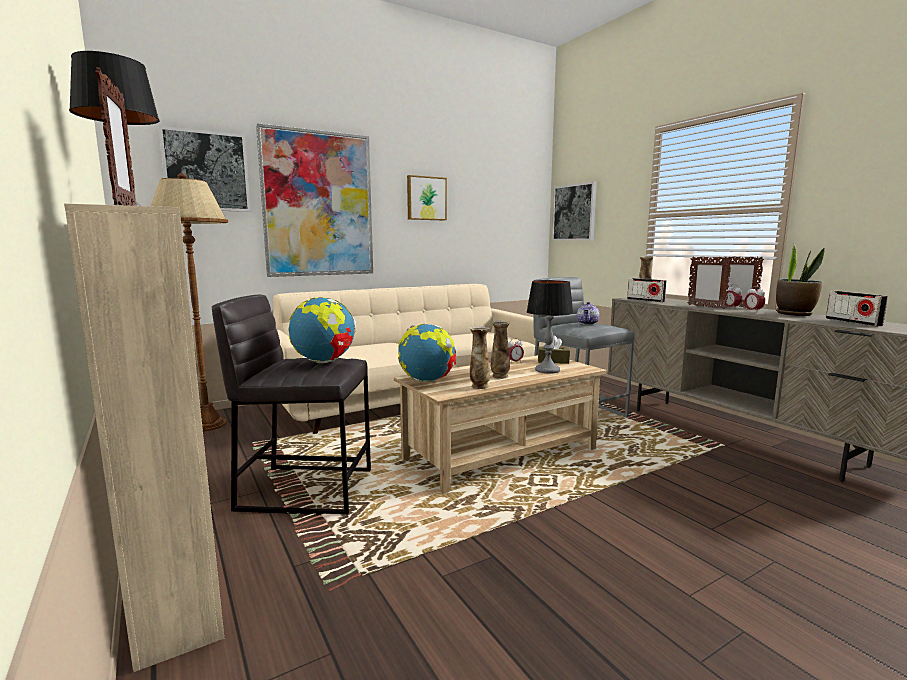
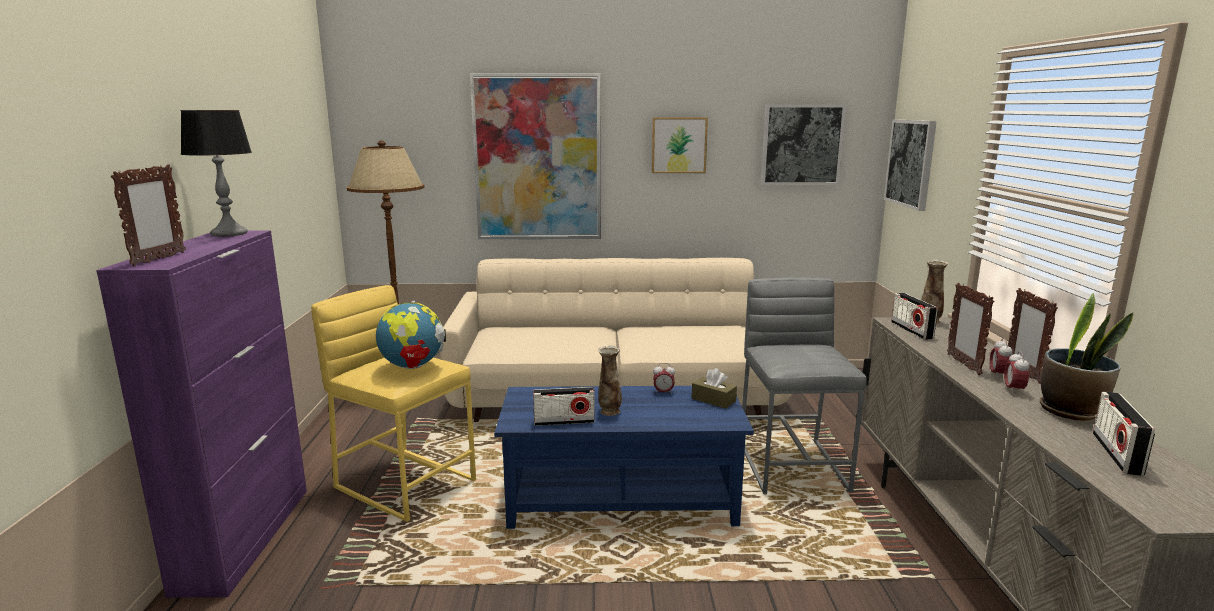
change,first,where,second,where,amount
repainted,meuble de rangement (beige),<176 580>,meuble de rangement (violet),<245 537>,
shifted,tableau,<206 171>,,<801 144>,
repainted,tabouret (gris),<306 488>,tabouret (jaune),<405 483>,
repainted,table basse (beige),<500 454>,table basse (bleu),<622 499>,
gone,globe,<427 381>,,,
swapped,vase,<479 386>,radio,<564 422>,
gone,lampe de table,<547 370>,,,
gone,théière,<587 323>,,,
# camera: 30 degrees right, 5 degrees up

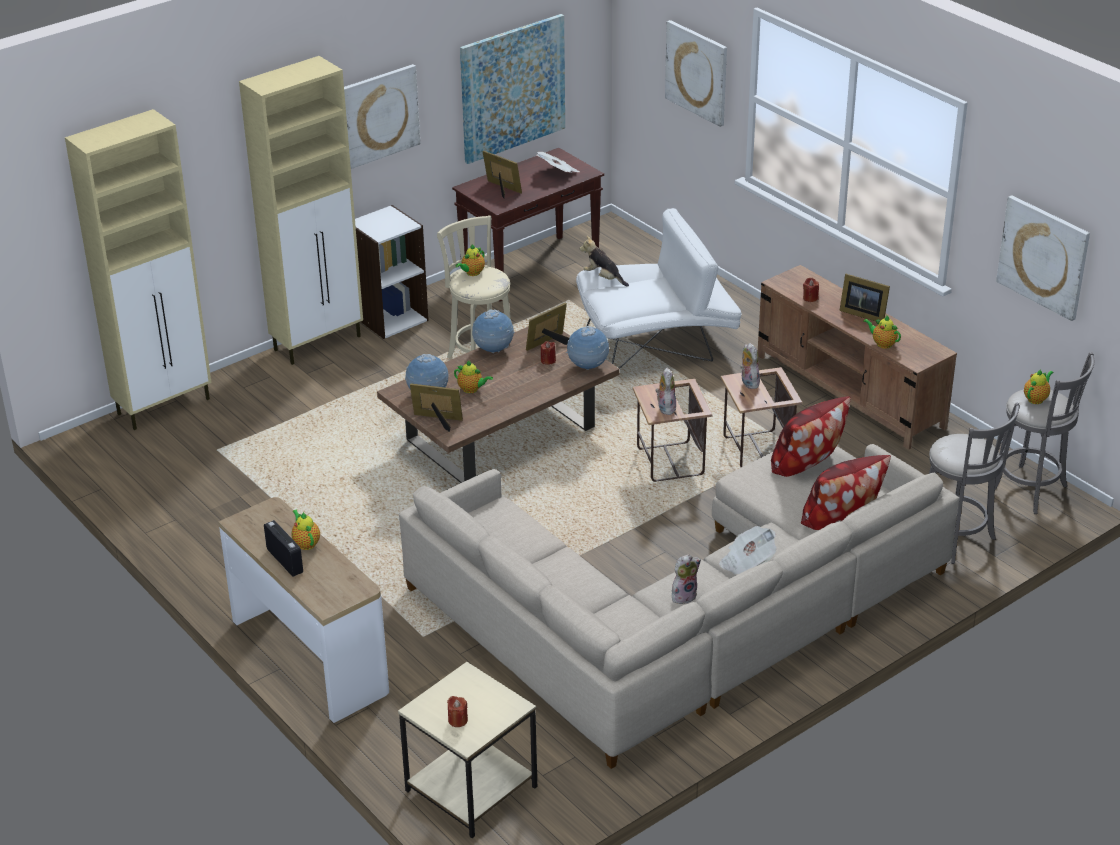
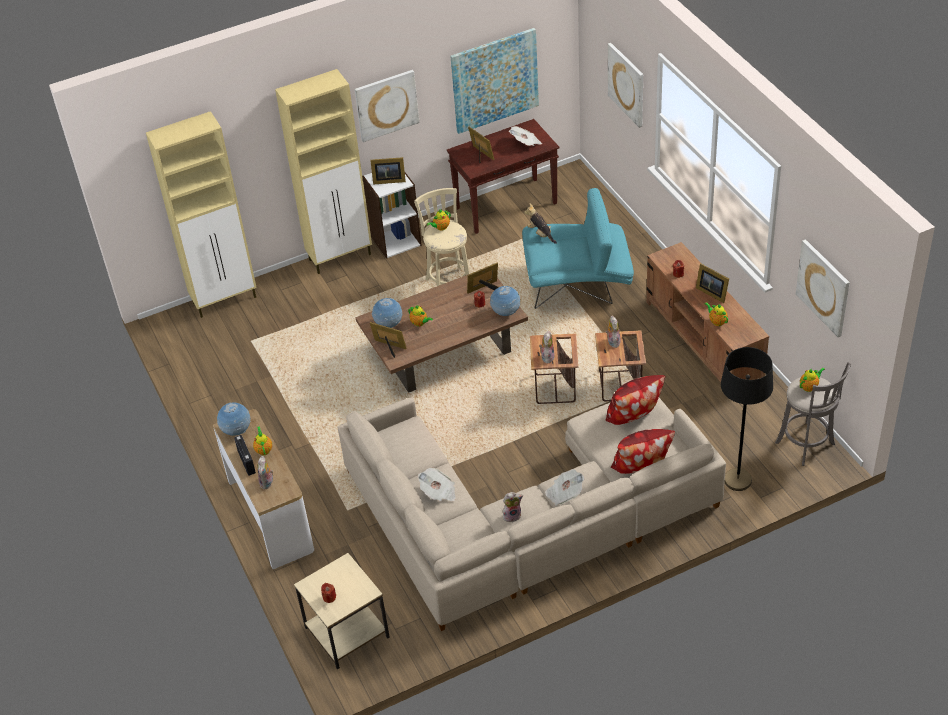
change,first,where,second,where,amount
shifted,globe,<493 350>,,<236 431>,
repainted,fauteuil (blanc),<657 344>,fauteuil (turquoise),<577 283>,
swapped,tabouret (gris),<957 540>,lampadaire (noir),<737 480>,
new,,,peluche,<267 483>,
new,,,cadre photo,<388 180>,
new,,,journal,<438 492>,
# camera: 15 degrees right, 10 degrees up

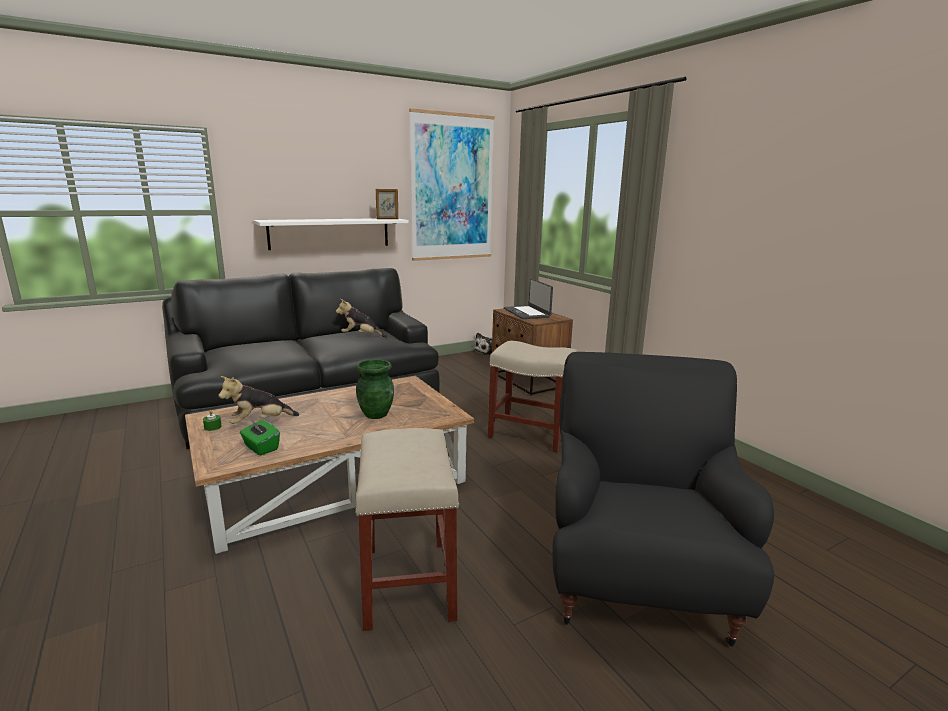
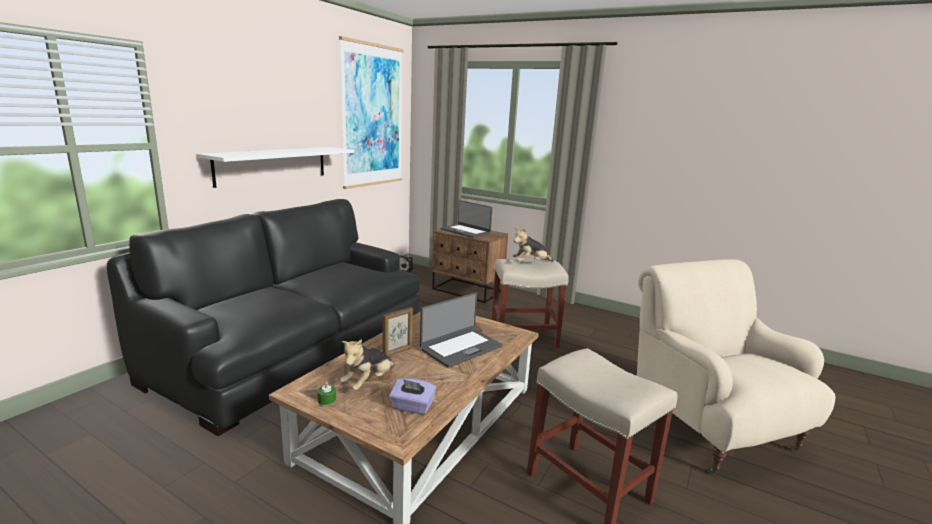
change,first,where,second,where,amount
repainted,boîte à mouchoirs (vert),<261 448>,boîte à mouchoirs (violet),<412 407>,
shifted,peluche,<361 336>,,<530 263>,
swapped,vase (vert),<376 414>,ordinateur portable,<460 347>,
shifted,cadre photo,<387 219>,,<398 352>,
repainted,fauteuil (noir),<636 580>,fauteuil (beige),<710 427>,
# camera: 30 degrees left, 0 degrees up

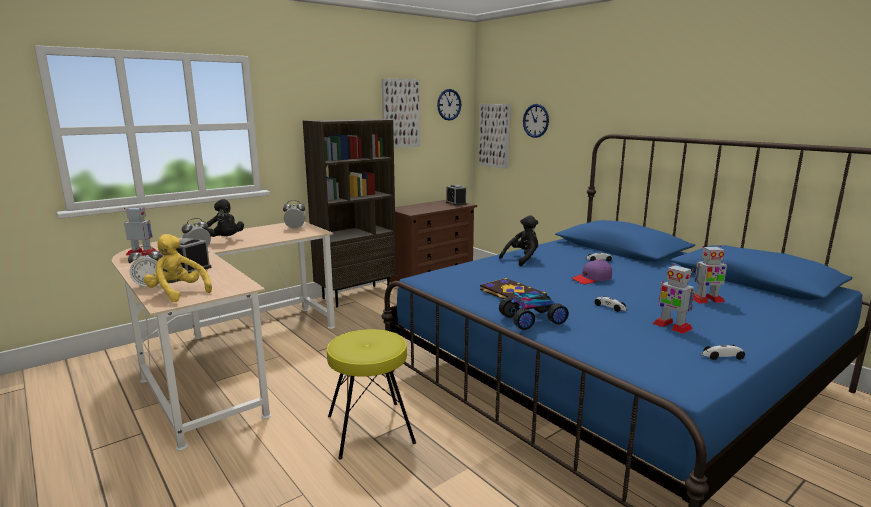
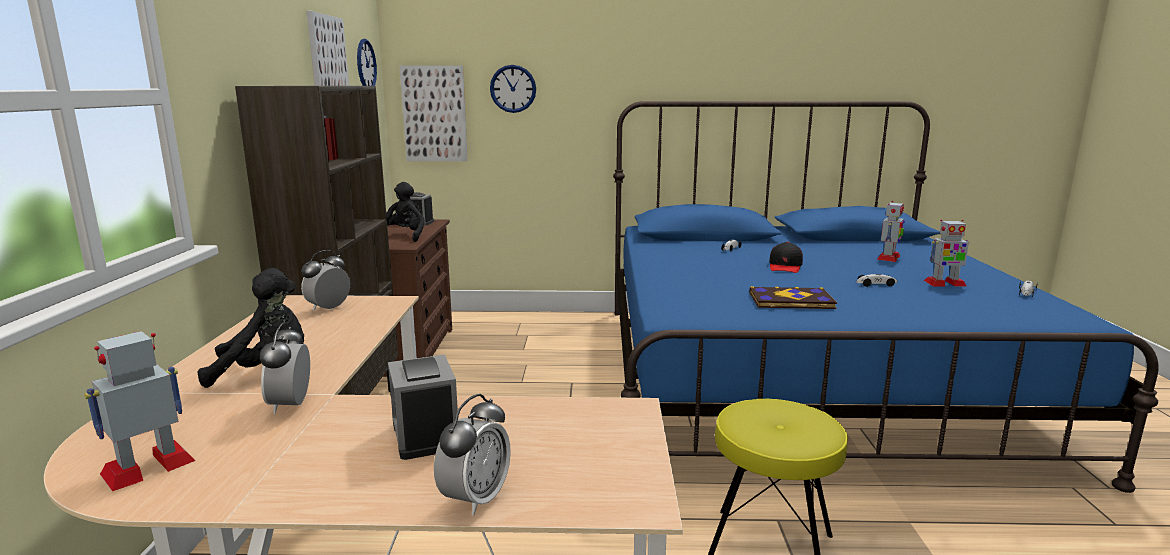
change,first,where,second,where,amount
gone,peluche (jaune),<178 293>,,,
shifted,peluche (noir),<522 259>,,<403 236>,
gone,petite voiture,<533 320>,,,
repainted,casquette (violet),<592 279>,casquette (noir),<785 266>,
# camera: 50 degrees left, 0 degrees up

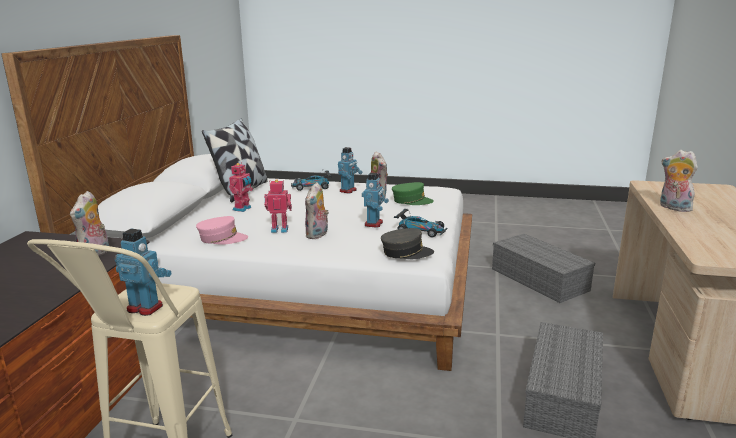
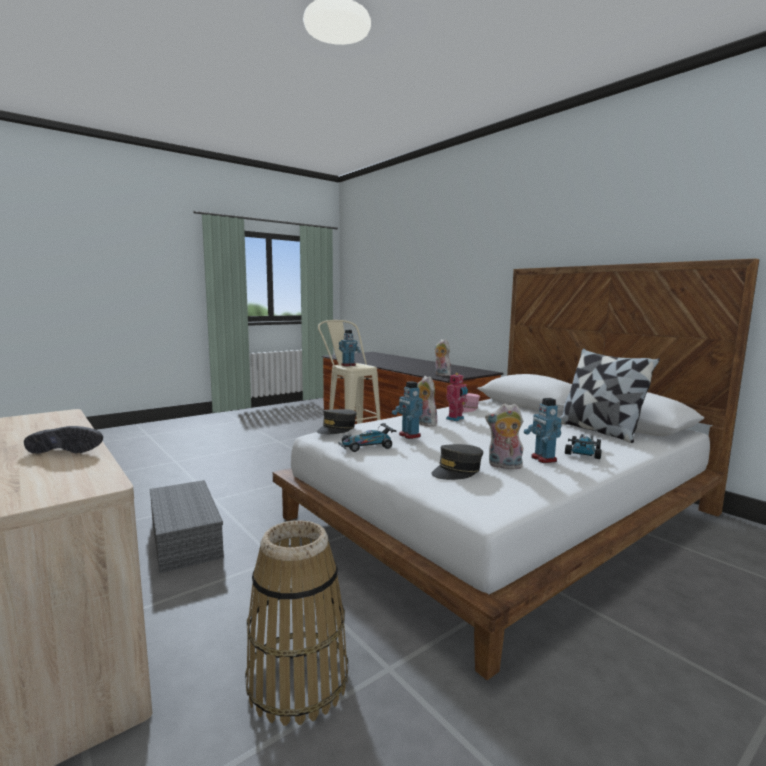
change,first,where,second,where,amount
gone,robot jouet,<243 209>,,,
repainted,casquette (vert),<411 201>,casquette (gris),<457 471>,
swapped,boîte de rangement (gris),<541 279>,panier,<297 682>,
swapped,peluche,<673 208>,chaussure (noir),<69 450>,
# camera: 130 degrees right, 10 degrees down

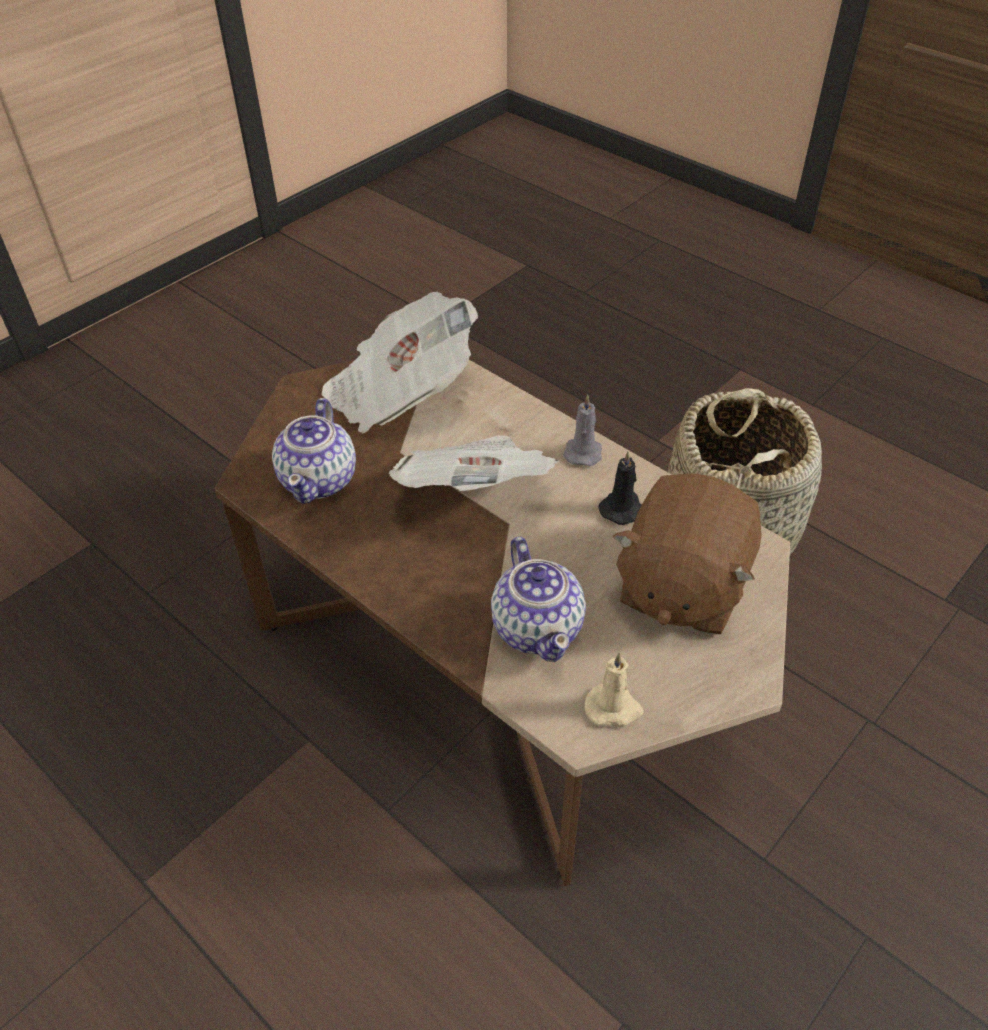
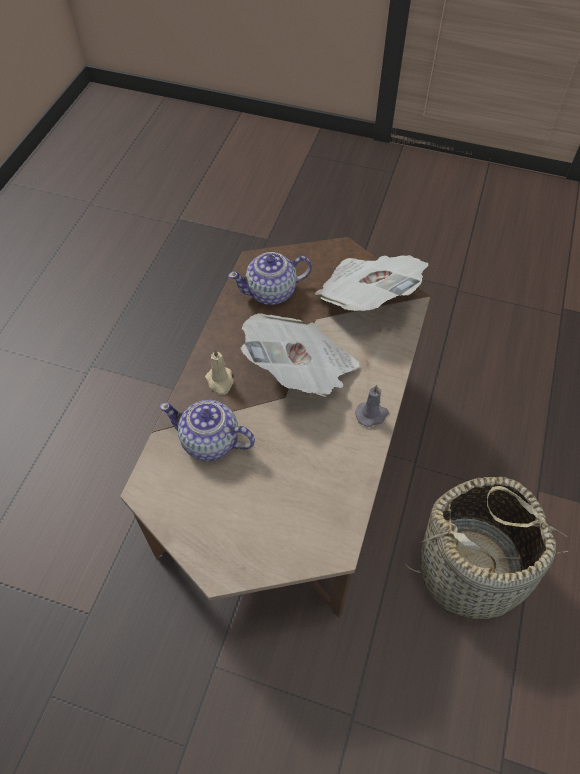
change,first,where,second,where,amount
rotated,théière,<538 627>,,<210 442>,60 degrees clockwise
shifted,bougie (beige),<614 708>,,<220 381>,
gone,bougie (noir),<622 508>,,,
gone,peluche (marron),<680 586>,,,
# camera: 65 degrees right, 10 degrees up

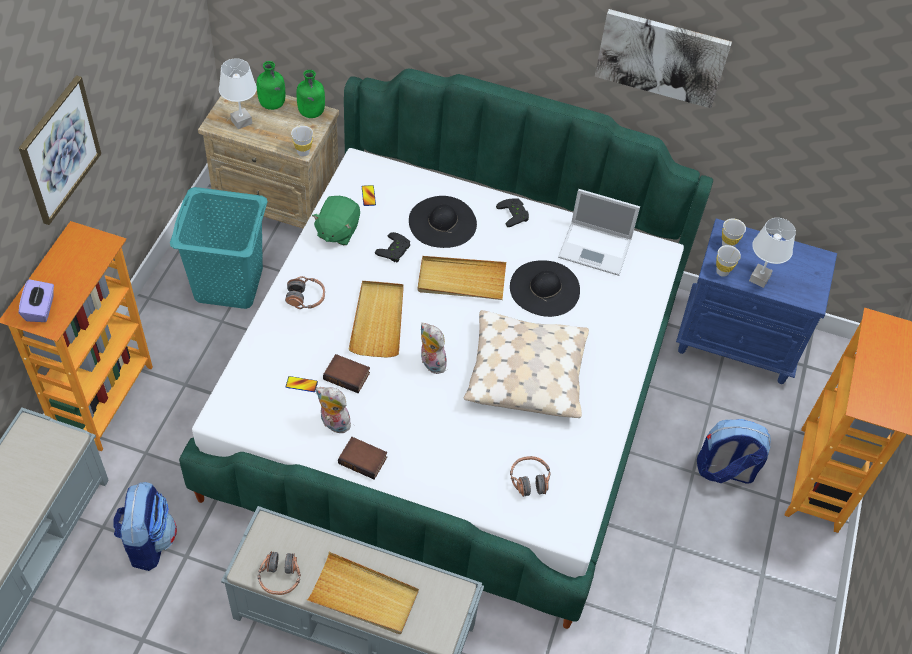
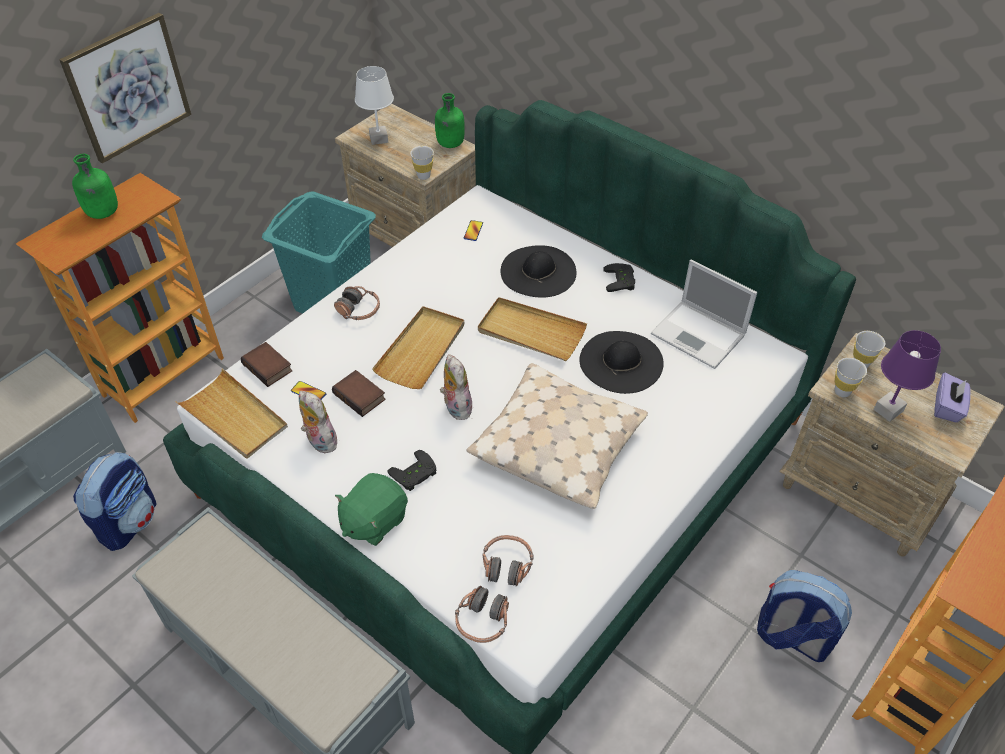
change,first,where,second,where,amount
shifted,boîte à mouchoirs (violet),<40 309>,,<947 407>,
shifted,bouteille (vert),<272 104>,,<103 213>,
shifted,casque audio,<280 577>,,<482 621>,
shifted,plateau (beige),<364 596>,,<234 417>,
shifted,peluche (vert),<337 231>,,<373 521>,
shifted,livre,<364 460>,,<269 367>,
shifted,manette (noir),<395 250>,,<415 475>,
gone,tableau,<661 57>,,,
repainted,table de chevet (bleu),<738 342>,table de chevet (beige),<861 493>,
repainted,lampe de table (blanc),<759 278>,lampe de table (violet),<888 410>,
# camera: 25 degrees right, 5 degrees down

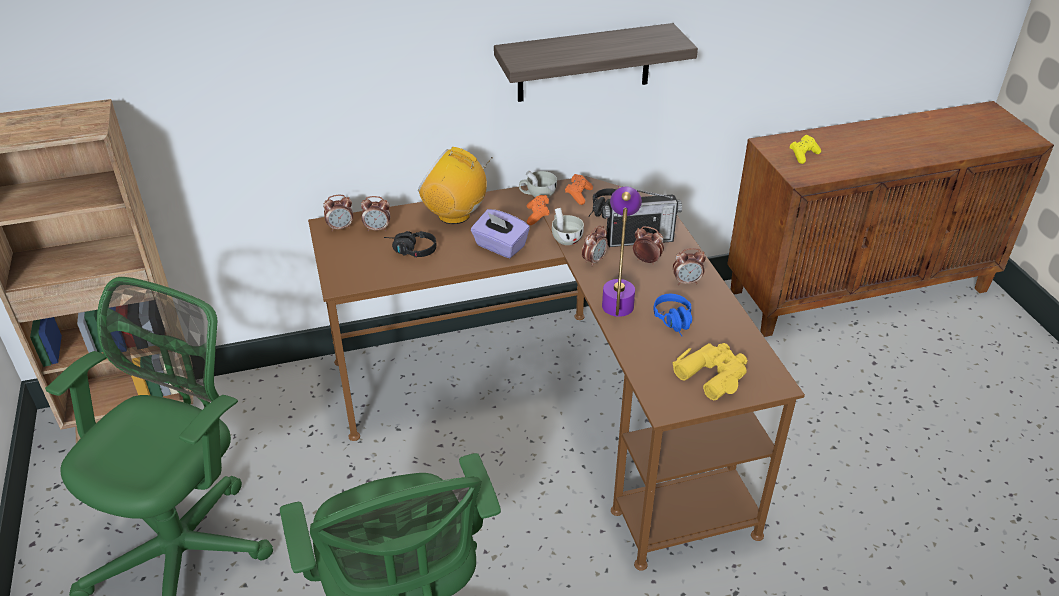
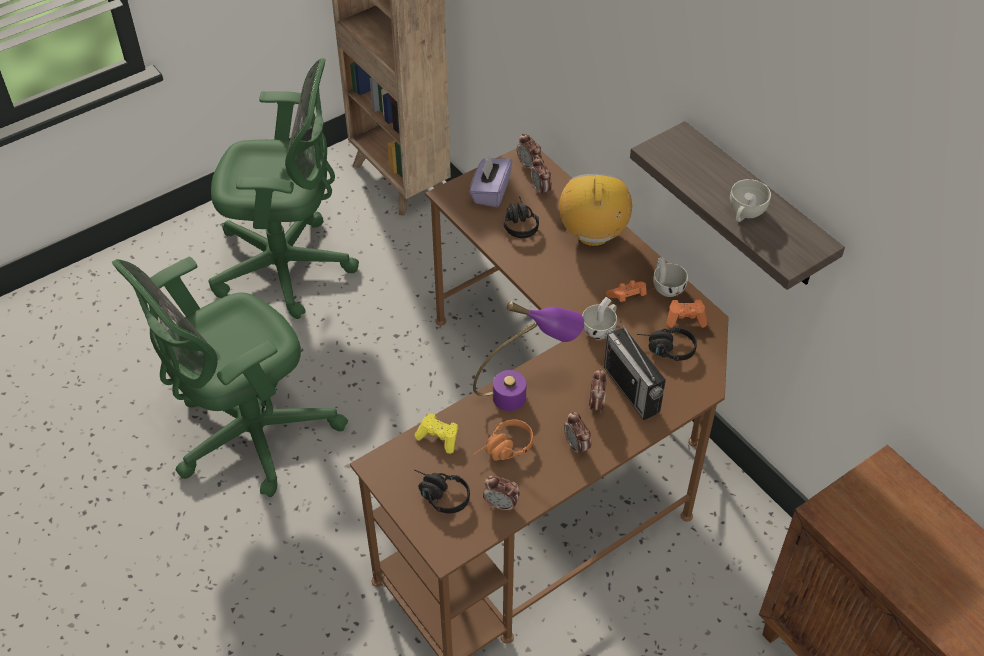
change,first,where,second,where,amount
shifted,boîte à mouchoirs (violet),<500 246>,,<490 192>,
shifted,réveil,<594 261>,,<501 505>,
repainted,casque audio (bleu),<675 323>,casque audio (orange),<504 450>,
swapped,jumelles (jaune),<713 374>,casque audio (noir),<438 495>,
shifted,manette (jaune),<803 155>,,<439 438>,
new,,,tasse (blanc),<745 213>,
# camera: 70 degrees right, 10 degrees up

